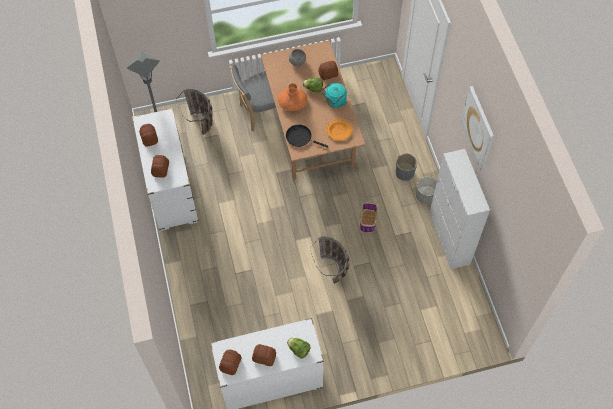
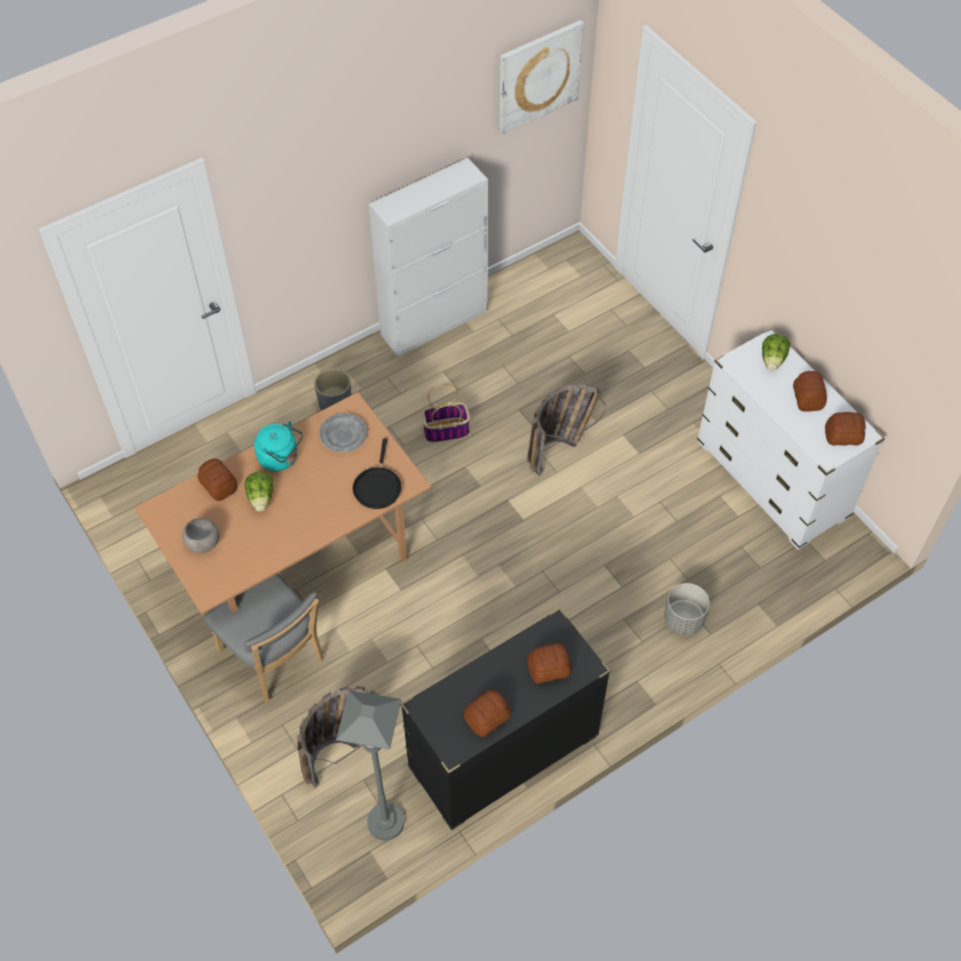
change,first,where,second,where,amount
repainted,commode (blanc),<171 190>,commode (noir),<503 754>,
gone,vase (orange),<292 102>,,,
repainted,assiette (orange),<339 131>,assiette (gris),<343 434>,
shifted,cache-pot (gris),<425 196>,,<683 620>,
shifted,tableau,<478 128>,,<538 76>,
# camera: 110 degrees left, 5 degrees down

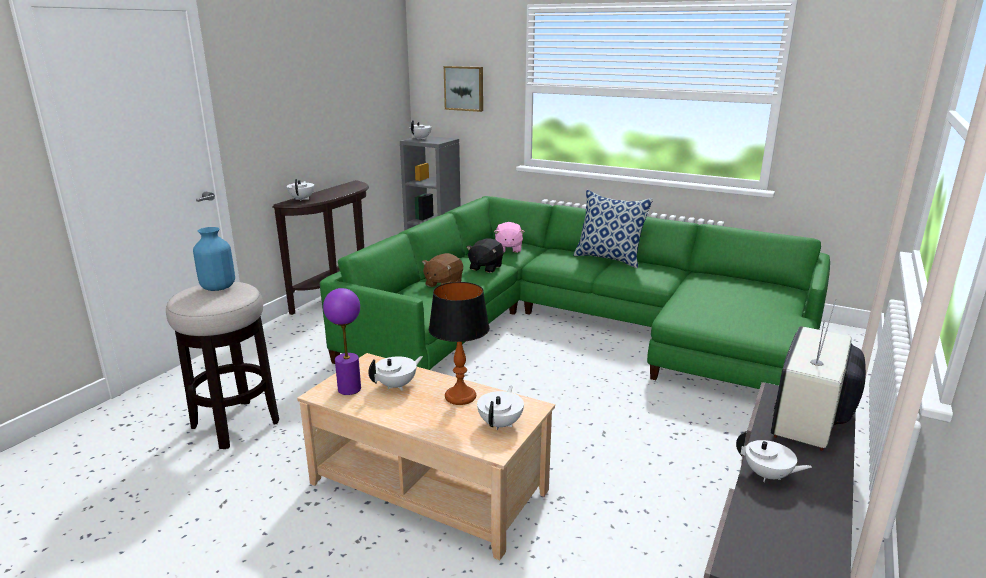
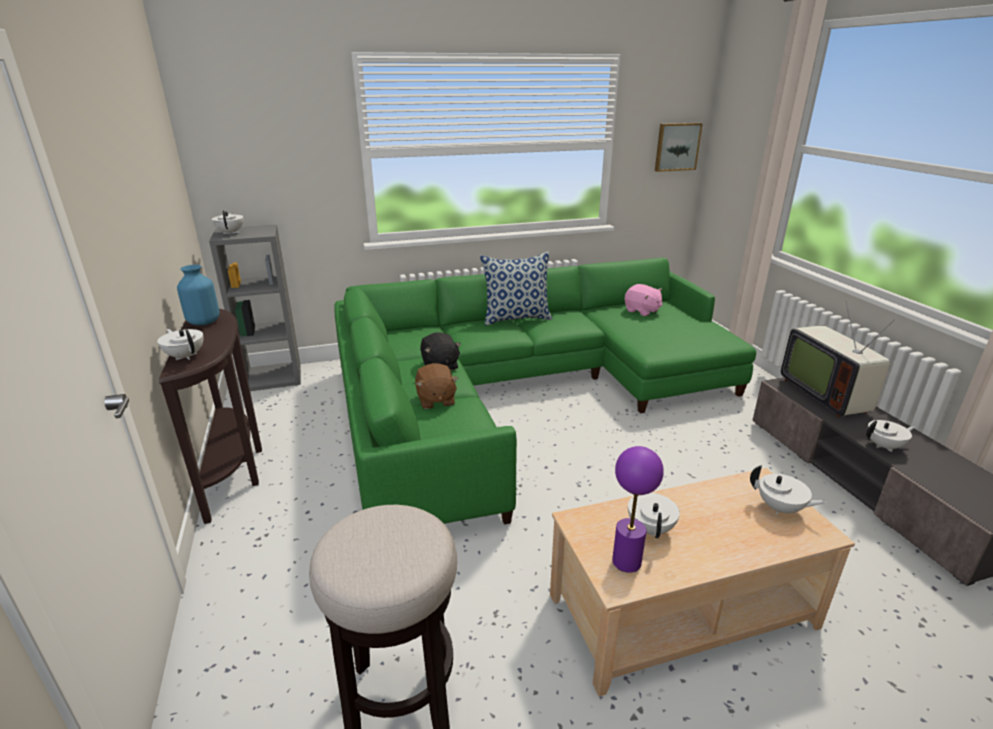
change,first,where,second,where,amount
shifted,vase (bleu),<218 287>,,<204 322>,
gone,lampe de table,<460 397>,,,
shifted,tableau,<464 88>,,<676 147>,
rotated,théière (blanc),<501 424>,,<780 508>,150 degrees clockwise
shifted,peluche (rose),<508 249>,,<642 311>,
# camera: 45 degrees left, 5 degrees up

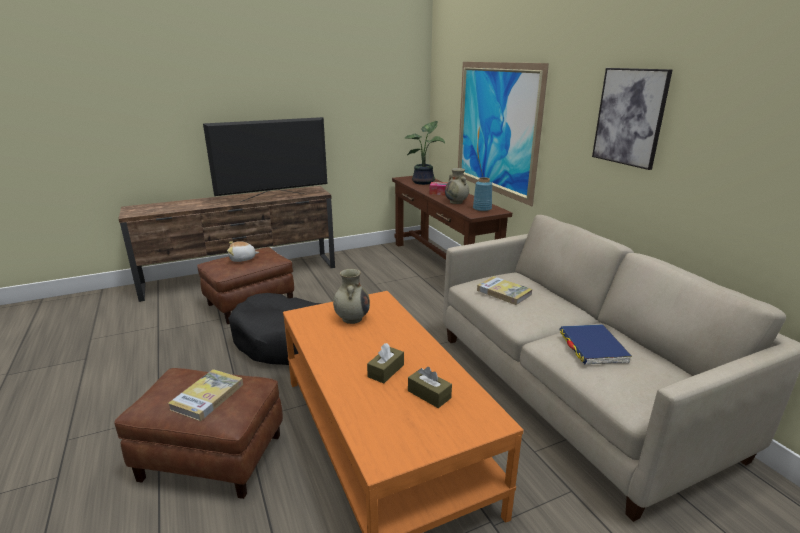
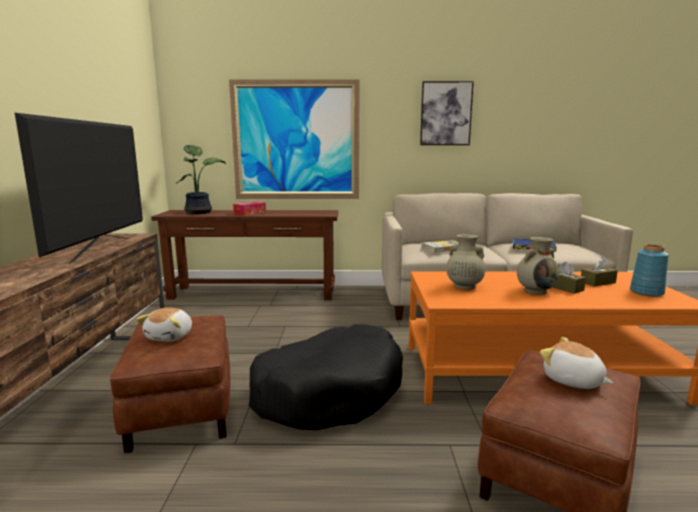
change,first,where,second,where,amount
swapped,livre,<207 397>,peluche,<572 381>,
shifted,vase (beige),<456 202>,,<536 291>,
shifted,vase (bleu),<482 209>,,<646 292>,
# camera: 65 degrees left, 10 degrees down

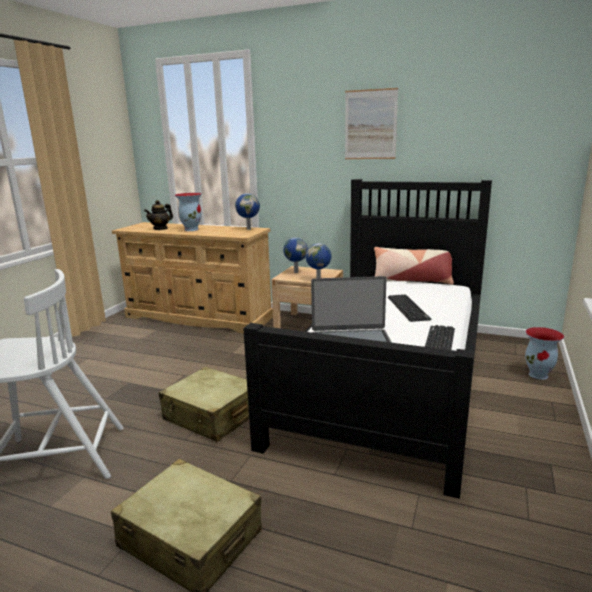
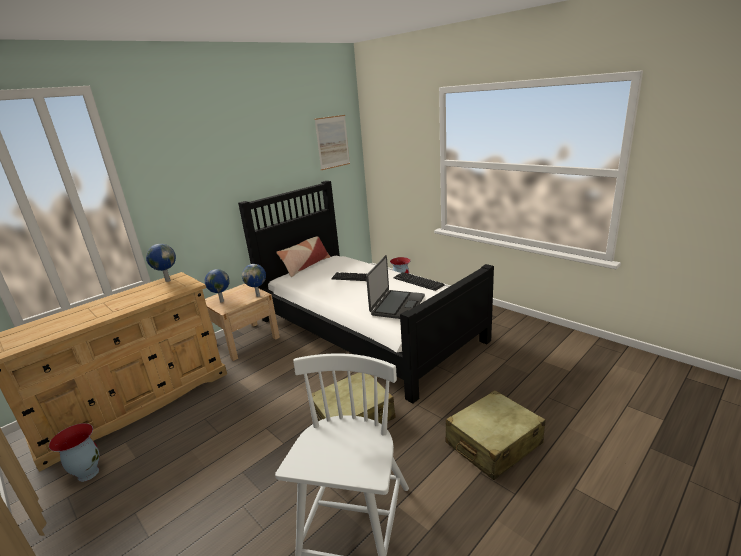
change,first,where,second,where,amount
gone,théière,<160 228>,,,
shifted,vase,<191 229>,,<88 473>,
shifted,tableau,<370 124>,,<332 142>,
# camera: 65 degrees left, 5 degrees up

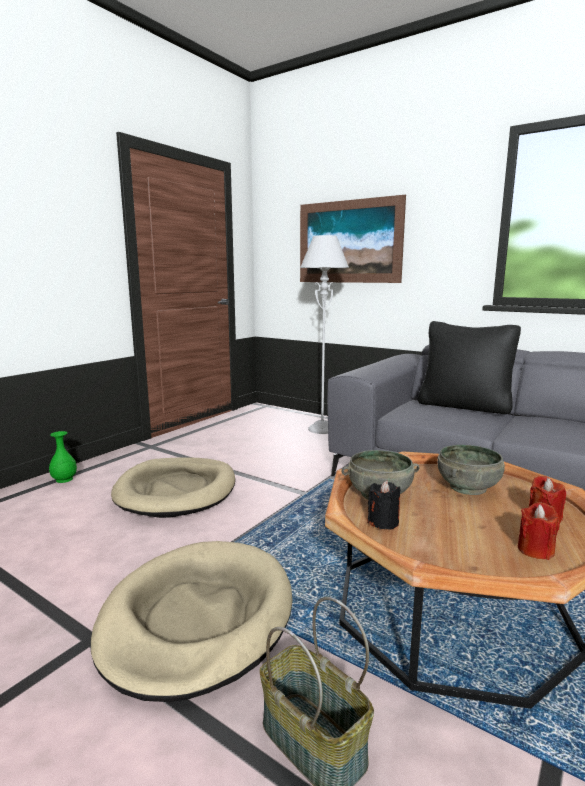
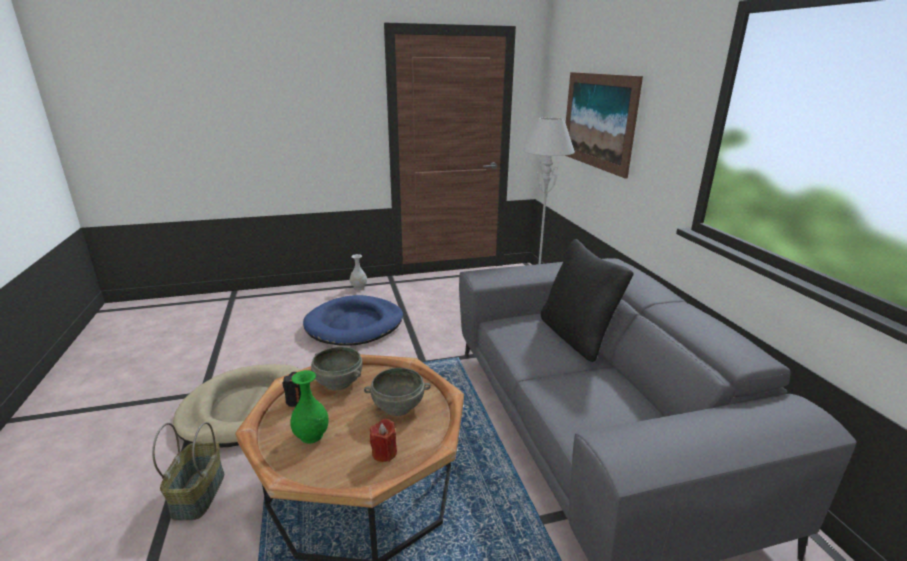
change,first,where,second,where,amount
shifted,vase (vert),<64 480>,,<311 436>,
repainted,panier pour chien (beige),<177 491>,panier pour chien (bleu),<355 324>,
gone,bougie (rouge),<535 550>,,,
new,,,vase (blanc),<358 287>,
# camera: 40 degrees right, 10 degrees up

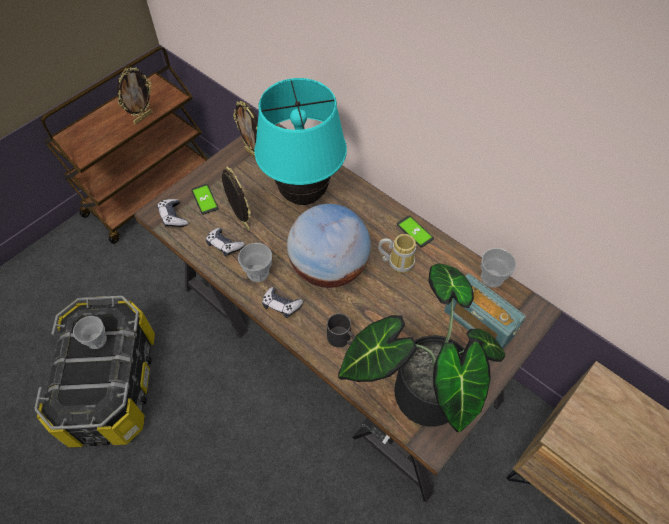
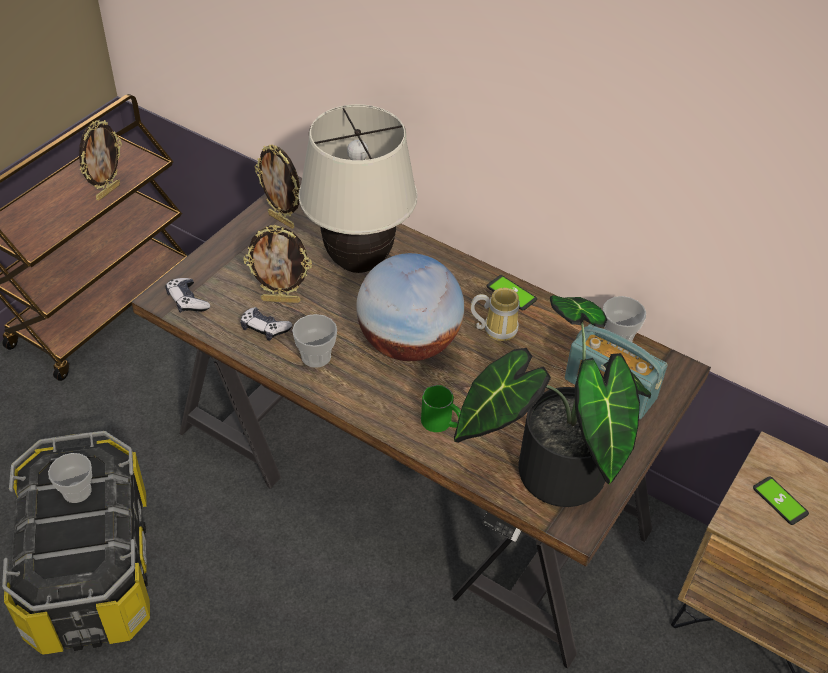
change,first,where,second,where,amount
shifted,téléphone,<205 199>,,<780 501>,
rotated,cadre photo,<241 222>,,<281 300>,135 degrees clockwise
repainted,lampe de table (turquoise),<304 195>,lampe de table (beige),<359 263>,
gone,manette,<281 305>,,,
repainted,mug (noir),<342 339>,mug (vert),<442 423>,
# camera: 10 degrees left, 10 degrees down

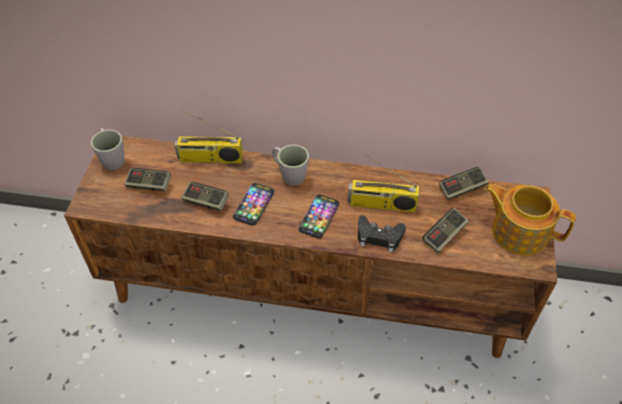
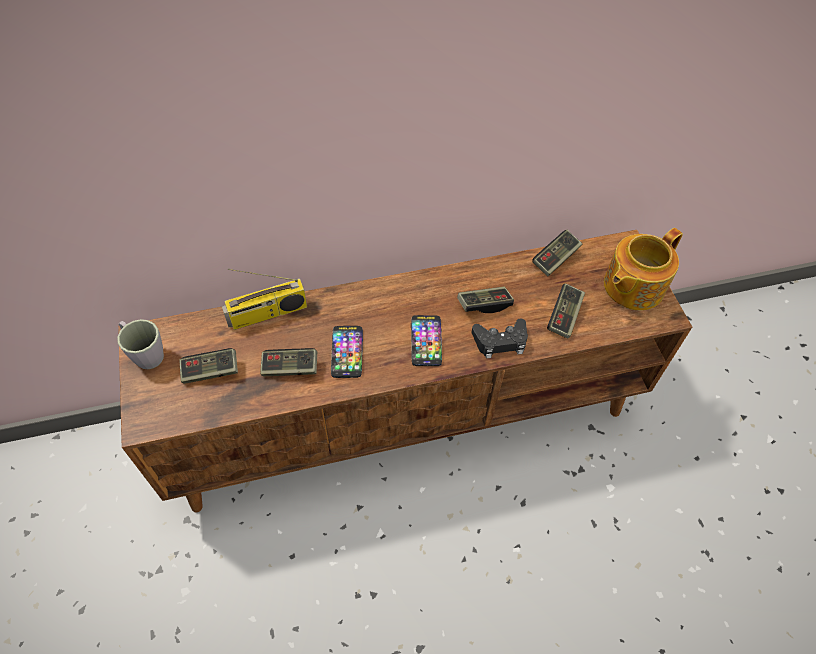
change,first,where,second,where,amount
gone,mug (gris),<289 174>,,,
swapped,radio,<381 205>,manette,<484 304>,
rotated,théière,<518 231>,,<632 286>,45 degrees counterclockwise
# camera: 25 degrees left, 5 degrees up

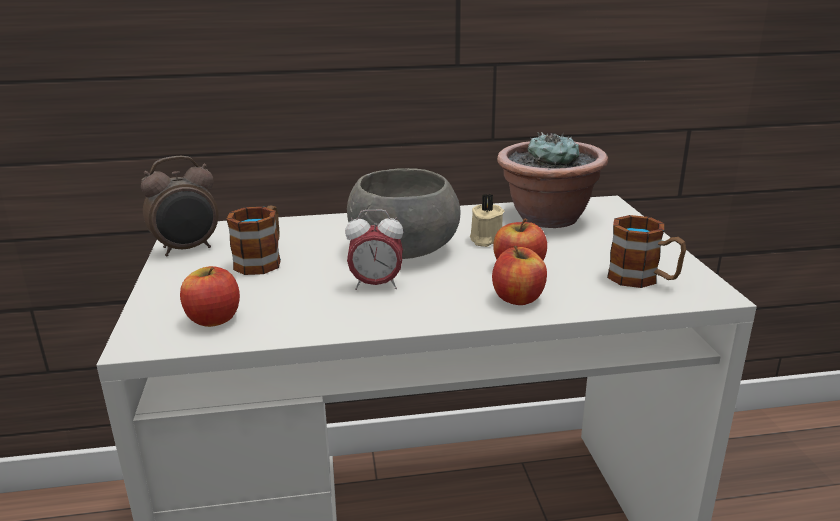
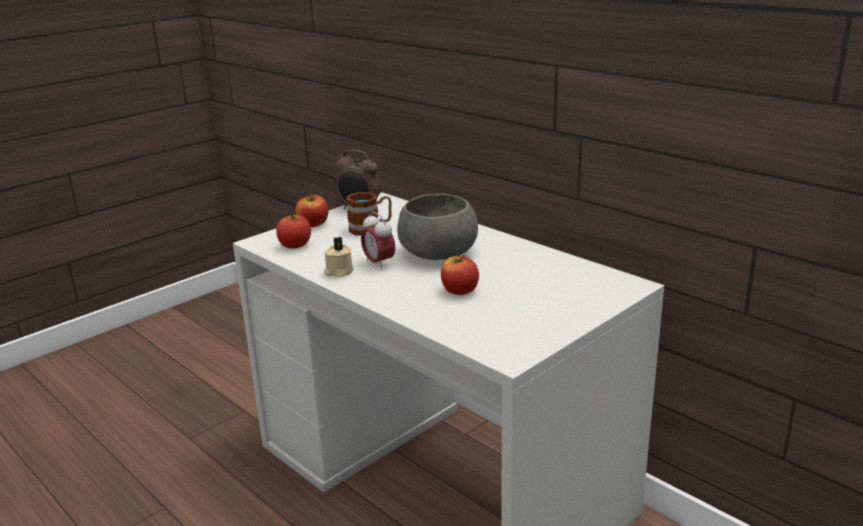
change,first,where,second,where,amount
shifted,bougie (beige),<485 240>,,<338 272>,
shifted,pomme,<518 298>,,<313 224>,
gone,plante en pot,<547 218>,,,
gone,mug,<642 279>,,,
# camera: 55 degrees right, 0 degrees up

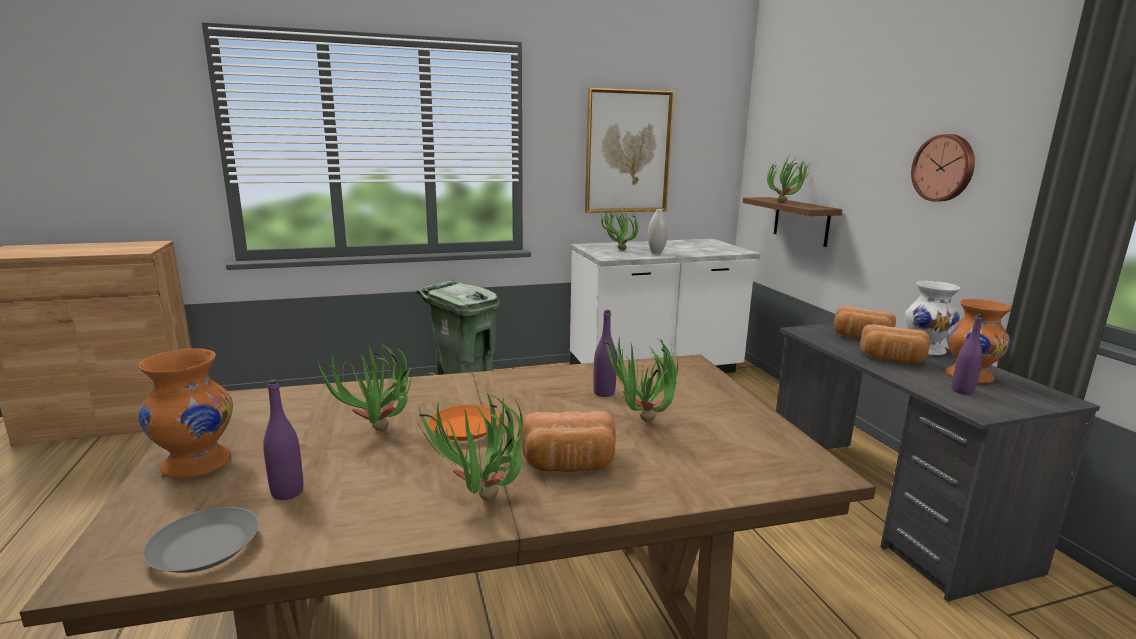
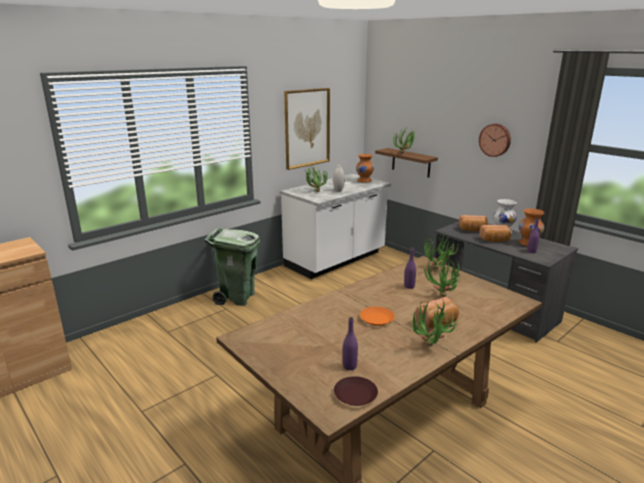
change,first,where,second,where,amount
shifted,vase (orange),<197 464>,,<364 181>,
repainted,assiette (gris),<206 547>,assiette (marron),<355 394>,
shifted,plante en pot,<378 436>,,<438 271>,
# camera: 25 degrees left, 5 degrees up

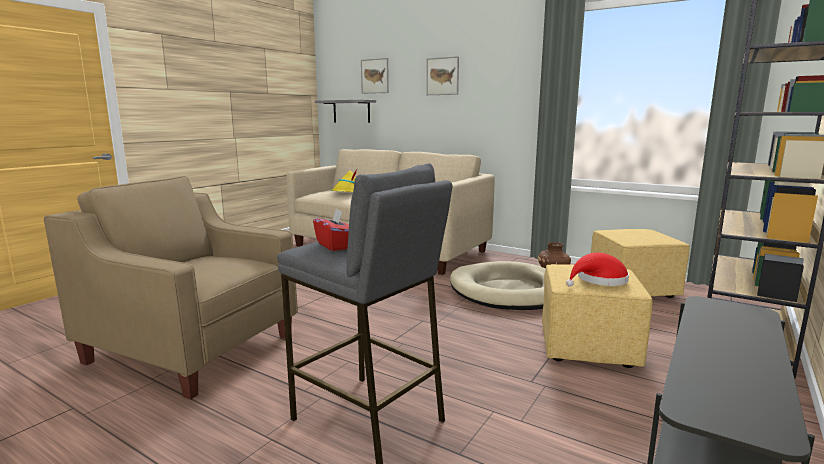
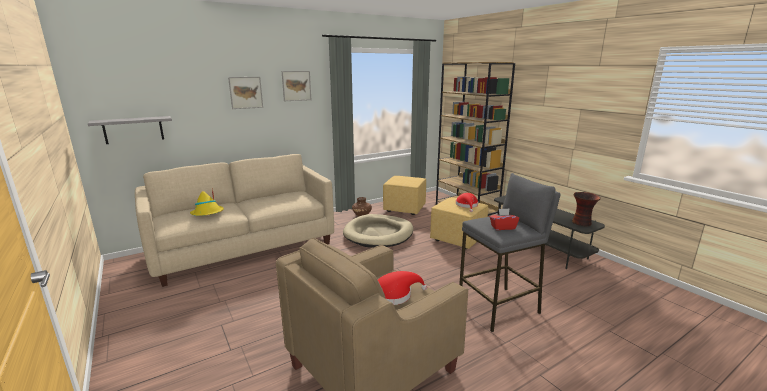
change,first,where,second,where,amount
shifted,tableau,<375 76>,,<296 86>,
new,,,chapeau (rouge),<395 294>,
new,,,vase,<582 223>,
# camera: 65 degrees left, 5 degrees up

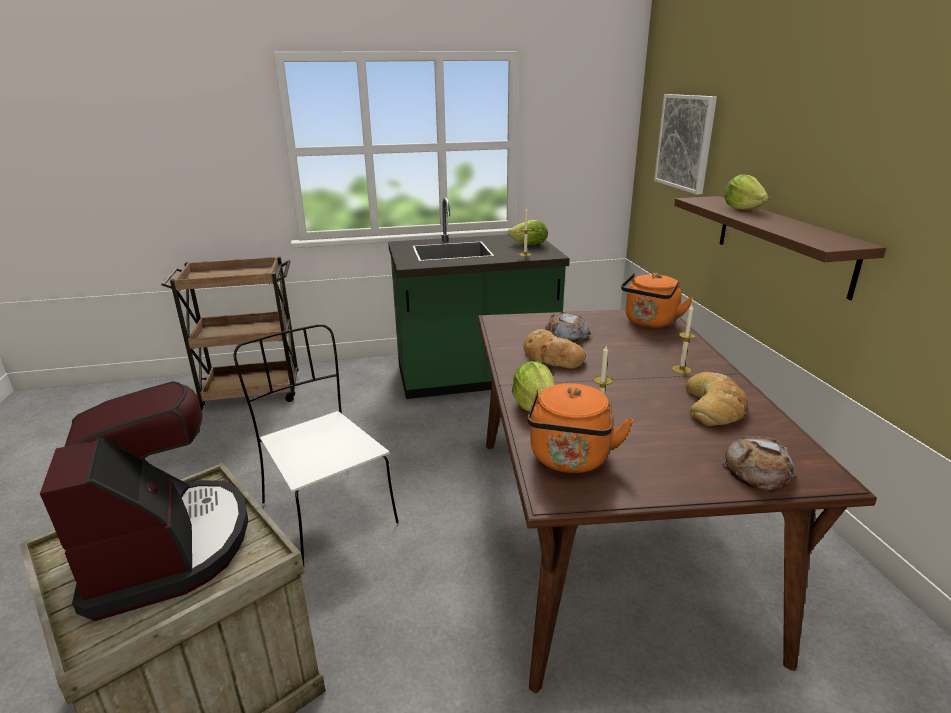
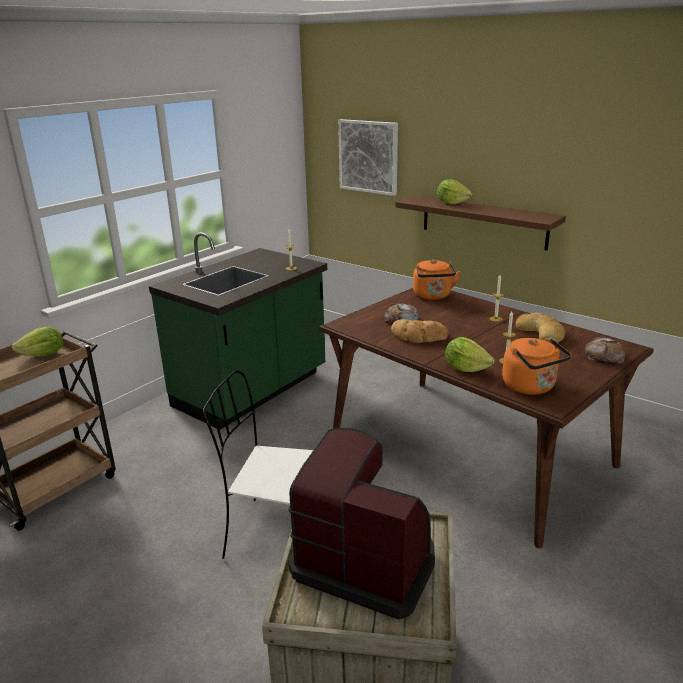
change,first,where,second,where,amount
shifted,laitue,<529 245>,,<44 355>,
# camera: 40 degrees left, 0 degrees up

